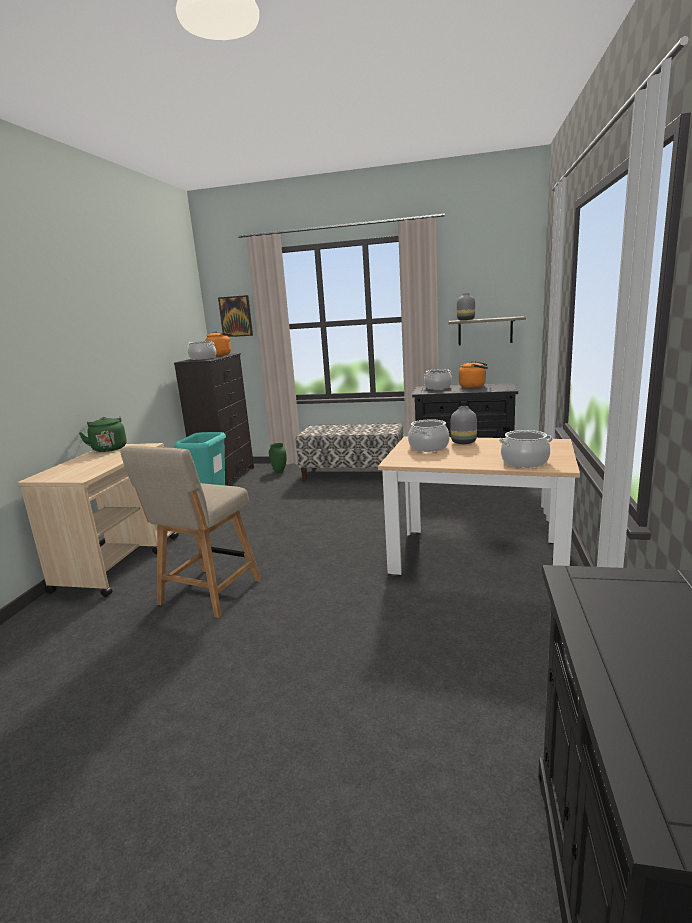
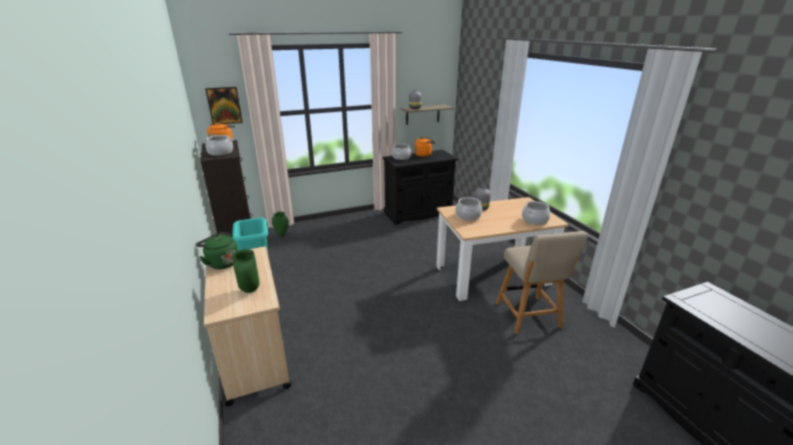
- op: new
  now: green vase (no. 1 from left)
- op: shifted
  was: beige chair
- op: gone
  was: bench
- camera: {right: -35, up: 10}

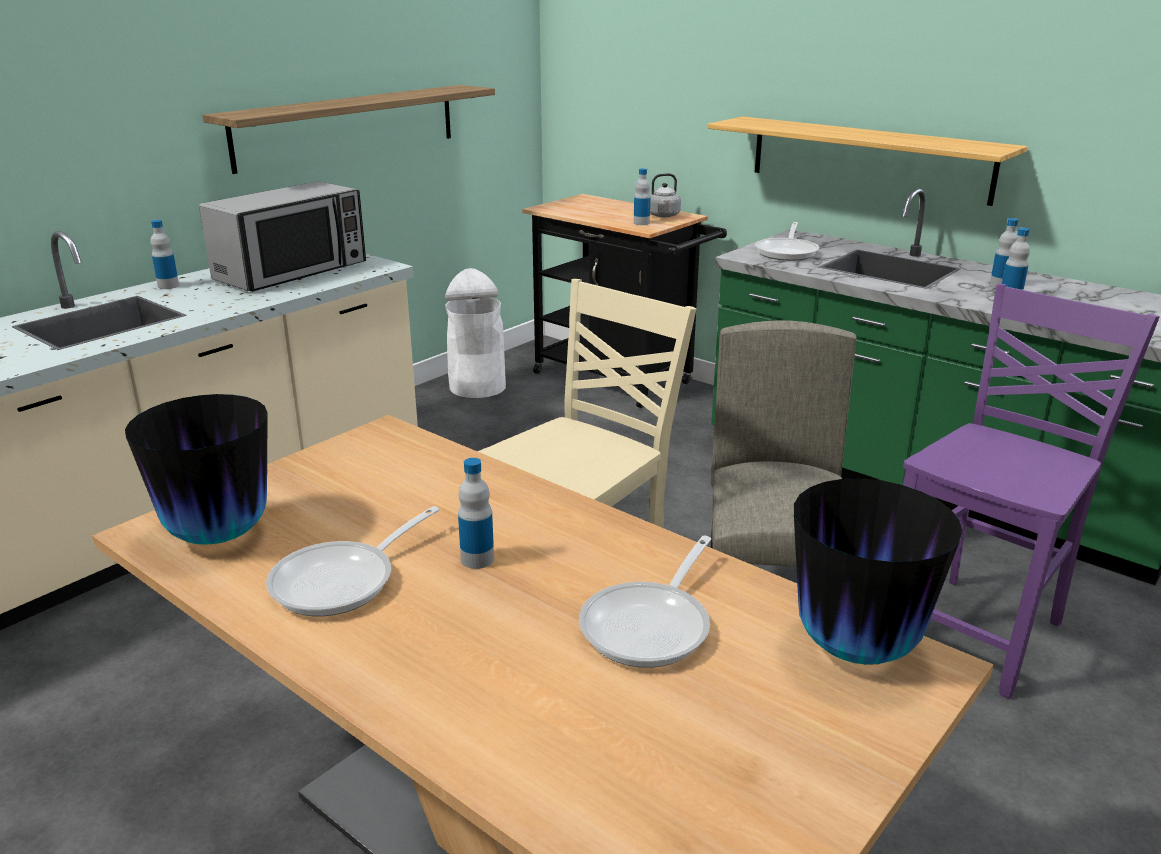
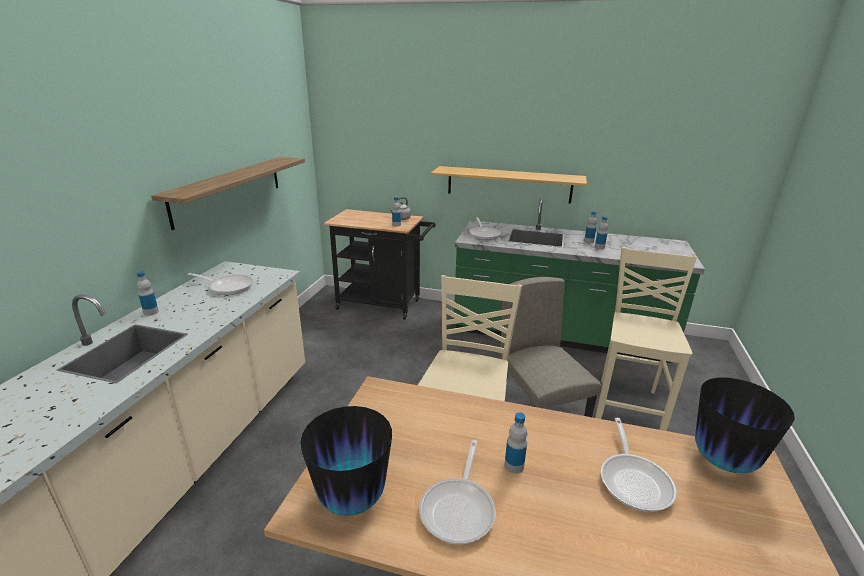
- op: swapped
  was: microwave
  now: frying pan (no. 1 from left)
- op: repainted
  was: purple chair
  now: beige chair (no. 3 from left)
- op: gone
  was: white trash can
- camera: {right: -25, up: 0}

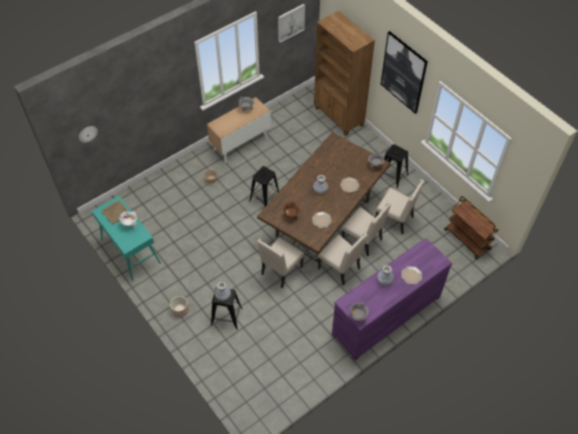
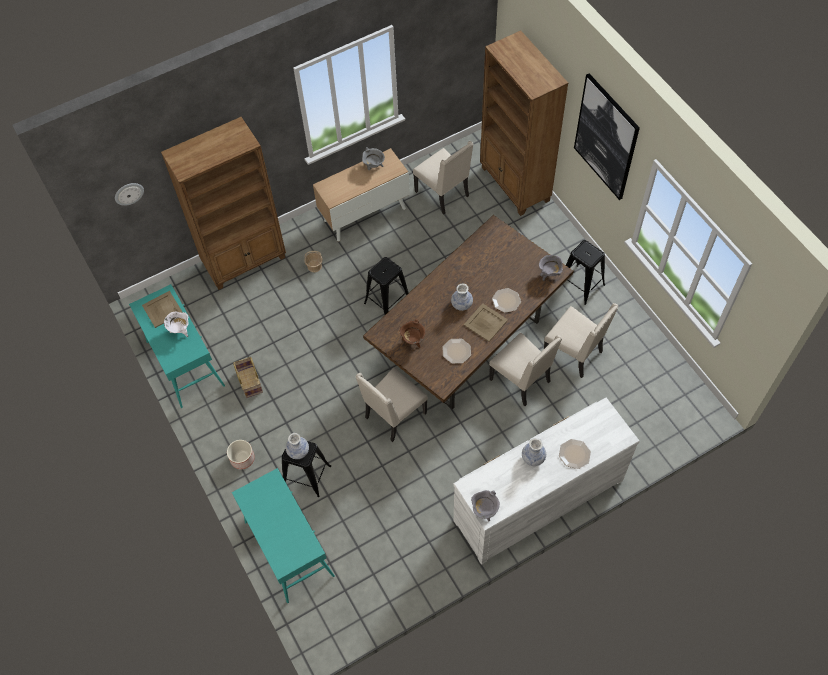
- op: new
  now: brown bookcase (no. 1 from left)
- op: new
  now: turquoise console table (no. 2 from left)
- op: new
  now: basket (no. 1 from left)
- op: shifted
  was: beige chair (no. 2 from left)
- op: repainted
  was: purple dresser
  now: white dresser
- op: new
  now: beige tray (no. 2 from left)
- op: gone
  was: picture (no. 1 from left)
- op: gone
  was: brown cart
- camera: {right: 10, up: 5}

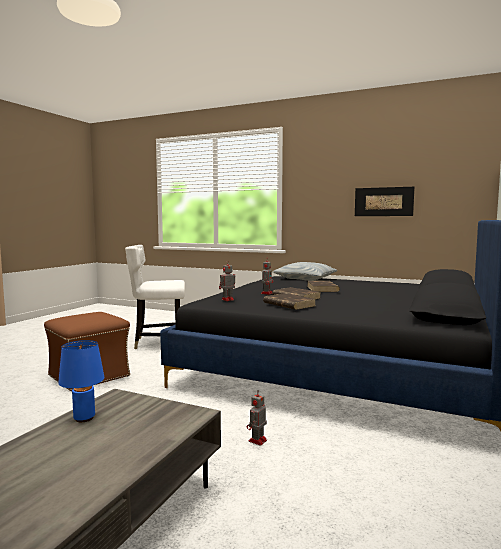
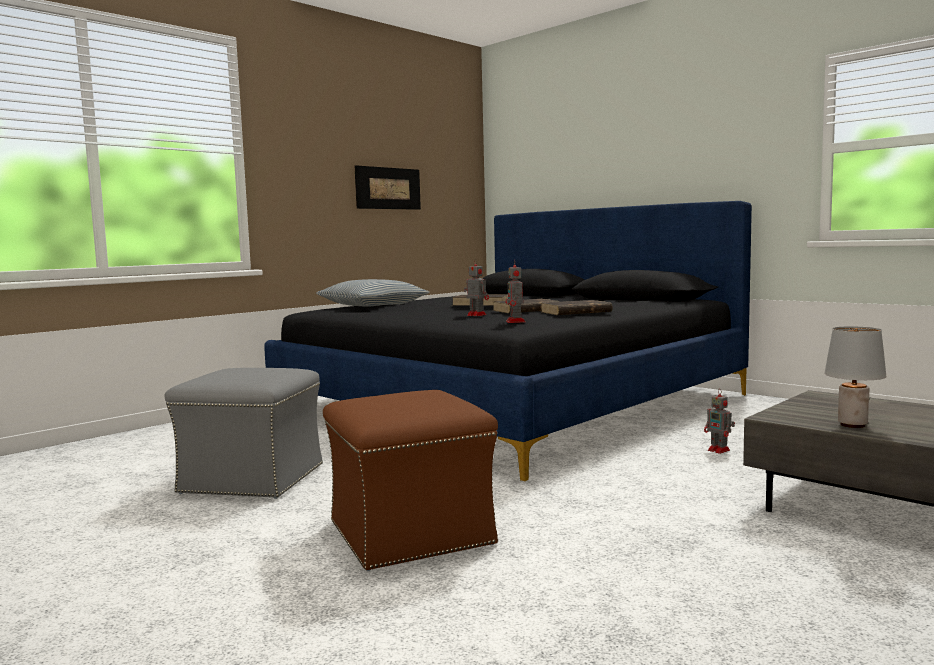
- op: swapped
  was: white chair
  now: grey ottoman
- op: repainted
  was: blue table lamp
  now: grey table lamp
- camera: {right: -70, up: 0}

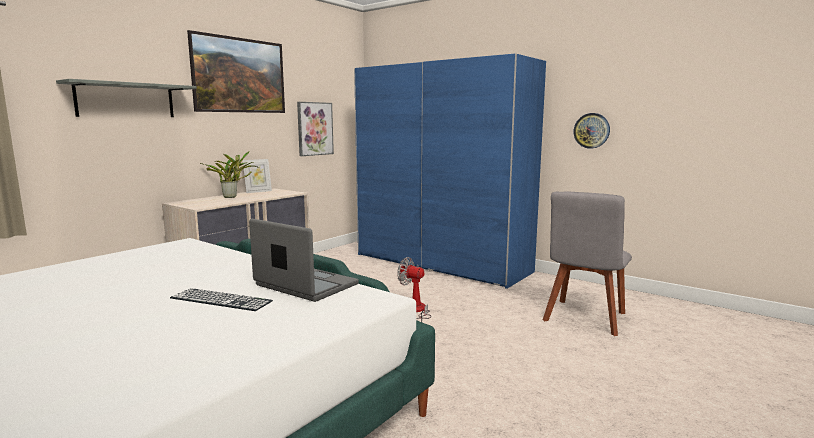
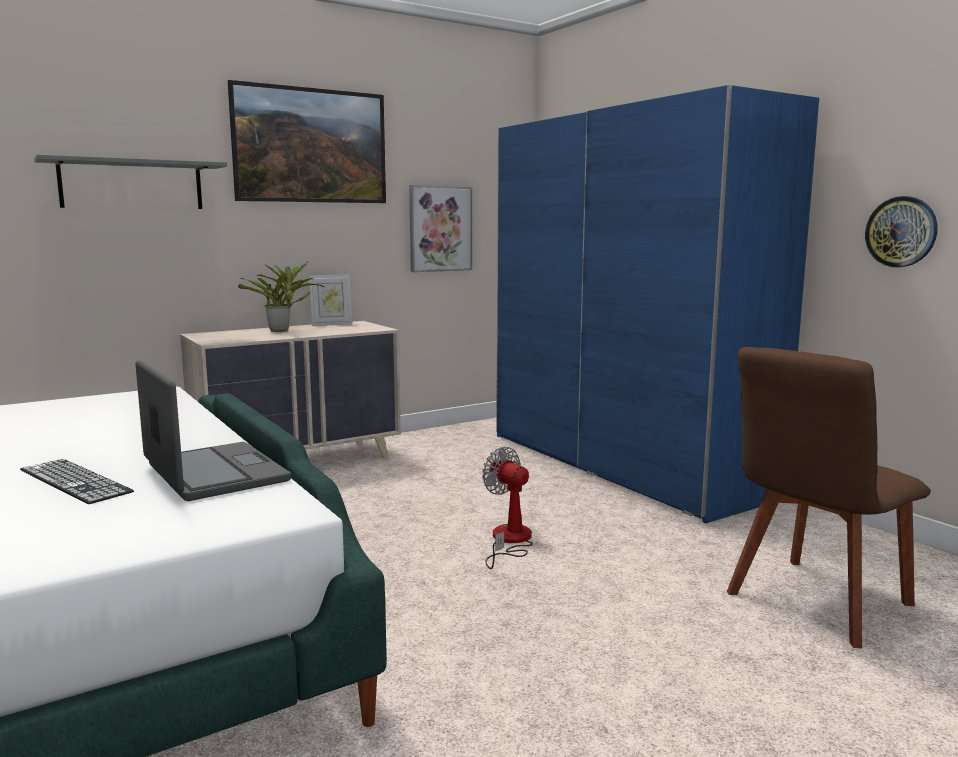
- op: repainted
  was: grey chair
  now: brown chair
- camera: {right: 20, up: 0}

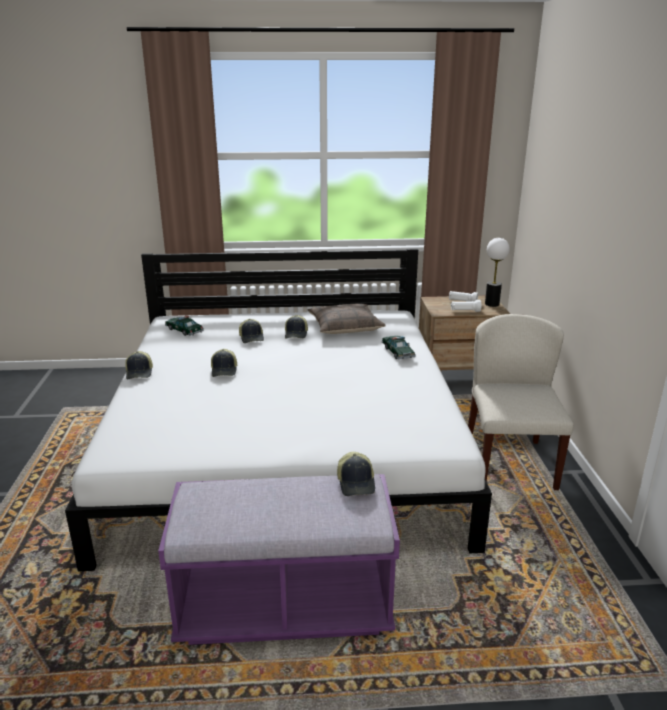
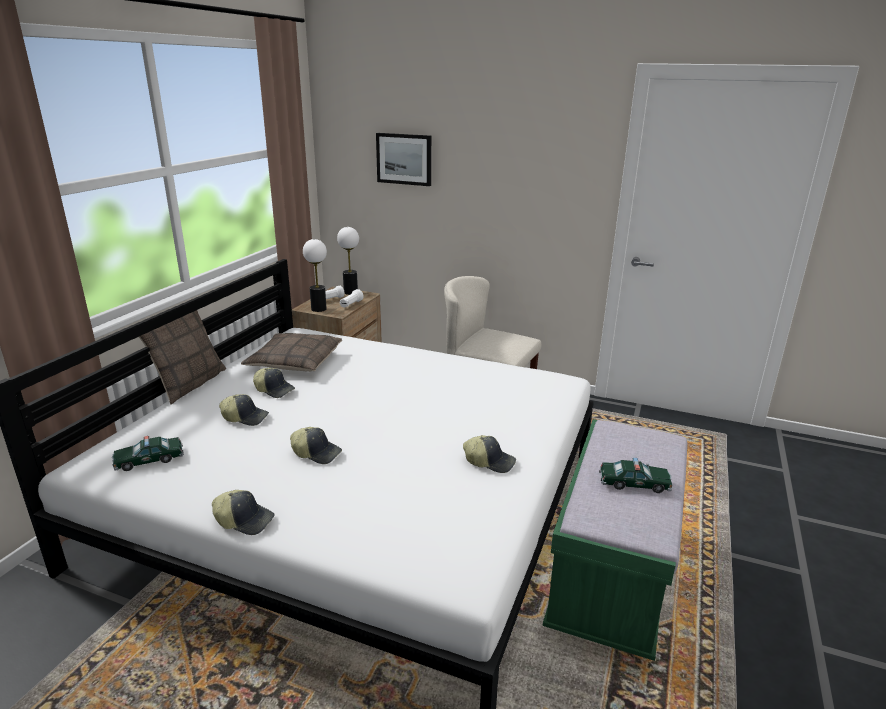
- op: new
  now: pillow (no. 1 from left)
- op: new
  now: table lamp (no. 1 from left)
- op: new
  now: picture
- op: shifted
  was: cap (no. 5 from left)
- op: repainted
  was: purple bench
  now: green bench
- op: shifted
  was: toy car (no. 2 from left)
- camera: {right: -65, up: 0}

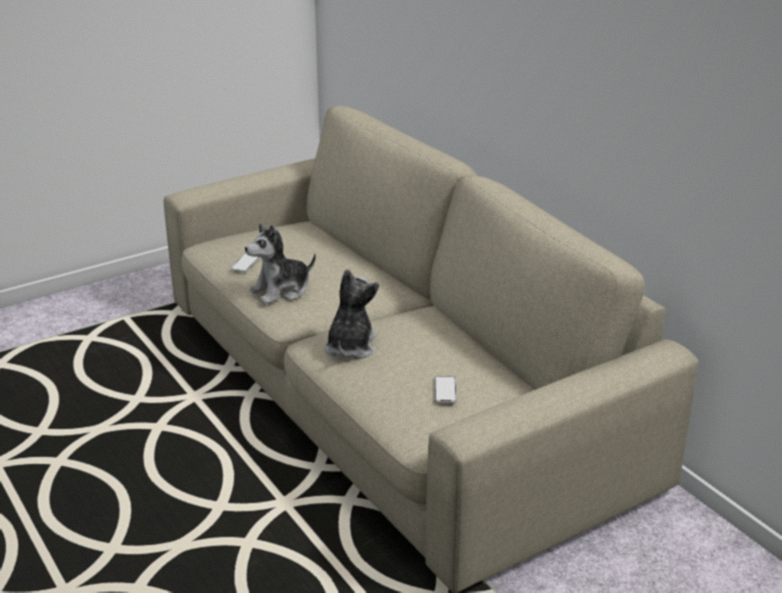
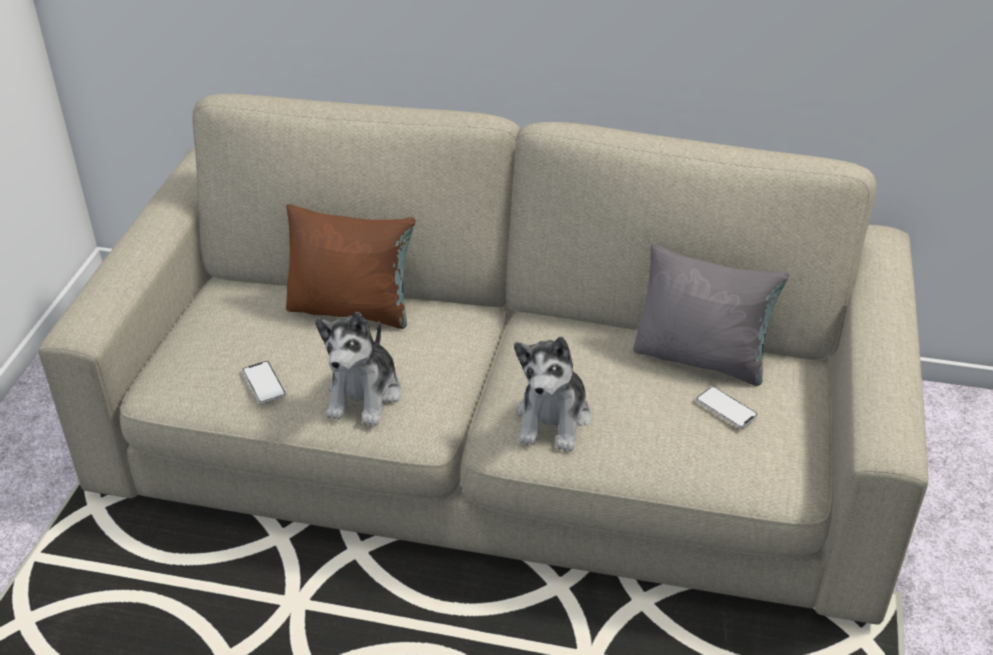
- op: new
  now: brown pillow
- op: rotated
  was: plush toy (no. 2 from left)
  clockwise: -135
- op: new
  now: grey pillow
- camera: {right: -45, up: 10}

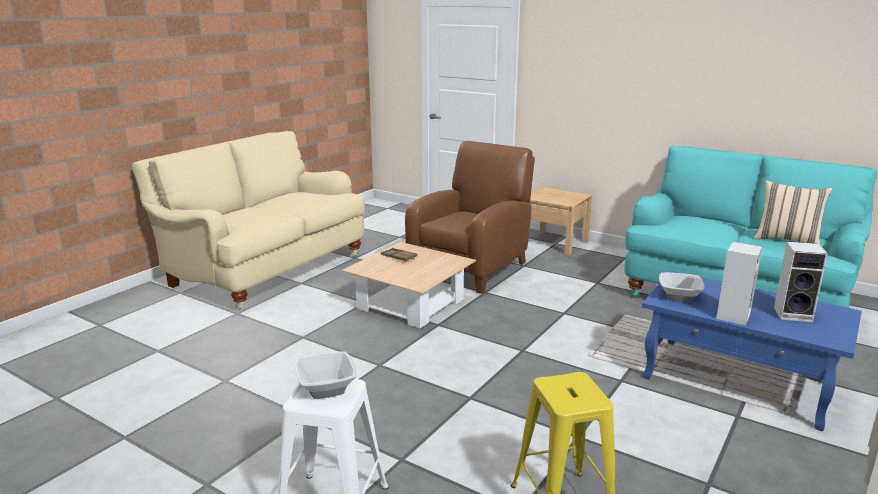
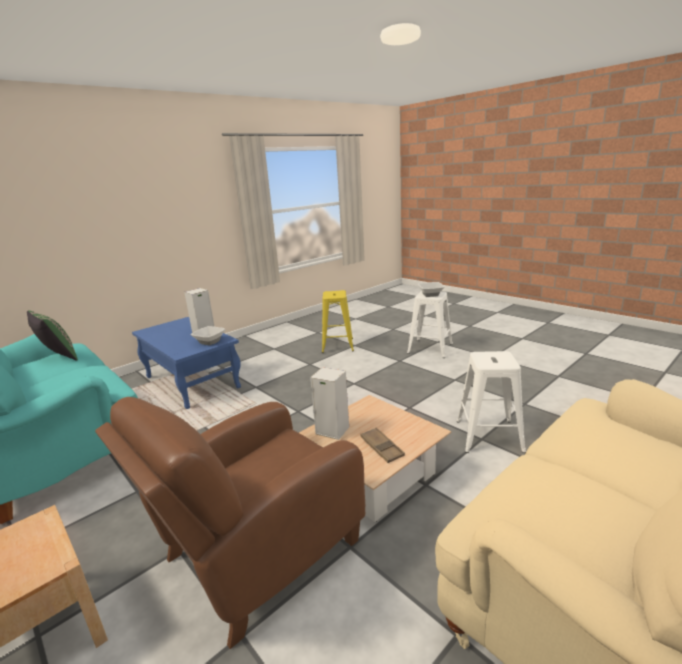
- op: repainted
  was: beige pillow
  now: green pillow
- op: shifted
  was: speaker (no. 2 from left)
- op: new
  now: white stool (no. 2 from left)
- camera: {right: -165, up: 0}

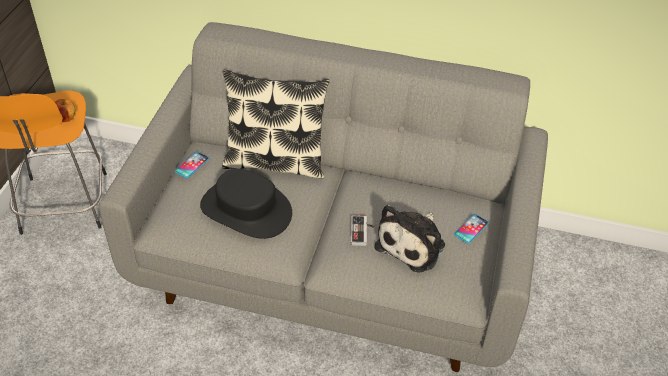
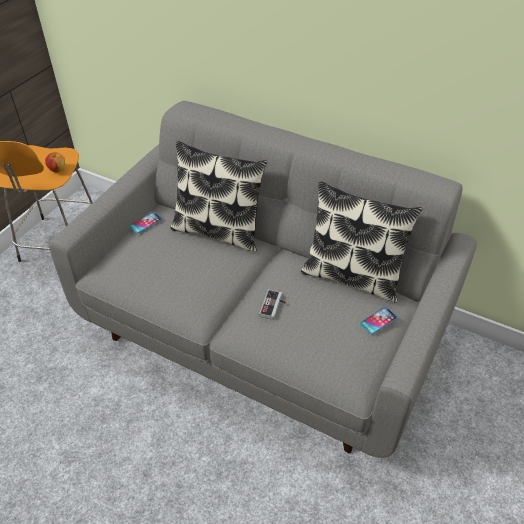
- op: new
  now: pillow (no. 2 from left)
- op: gone
  was: black hat
- op: gone
  was: plush toy
- camera: {right: 15, up: 0}

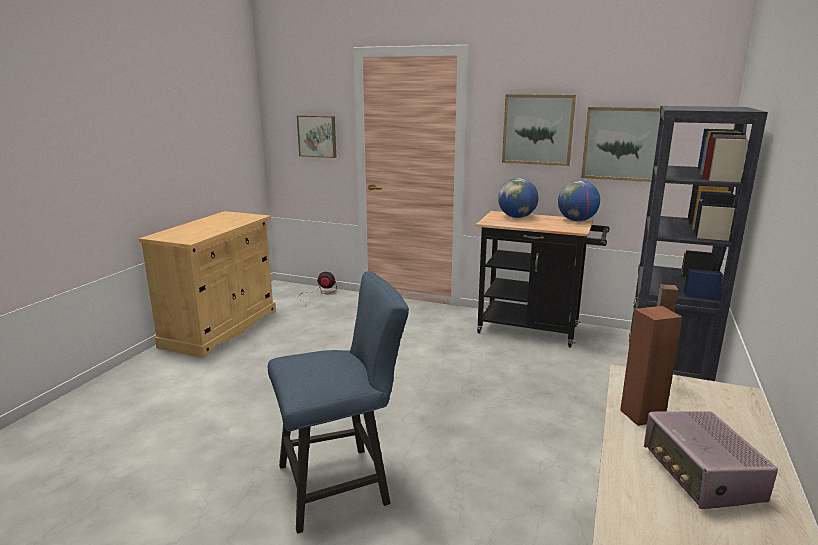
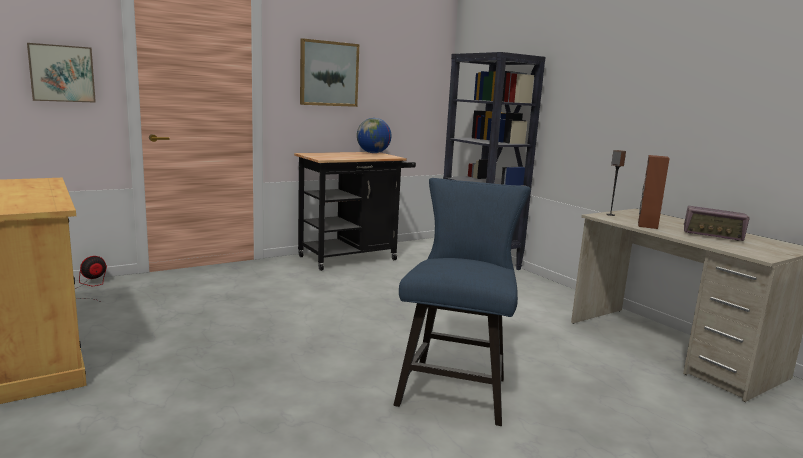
- op: gone
  was: globe (no. 1 from left)
- op: gone
  was: picture (no. 3 from left)
- camera: {right: -55, up: -5}

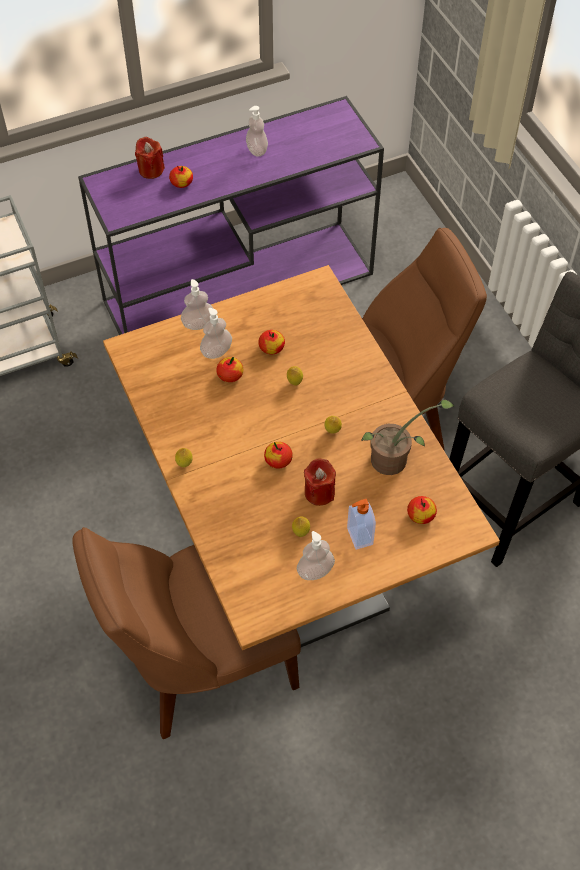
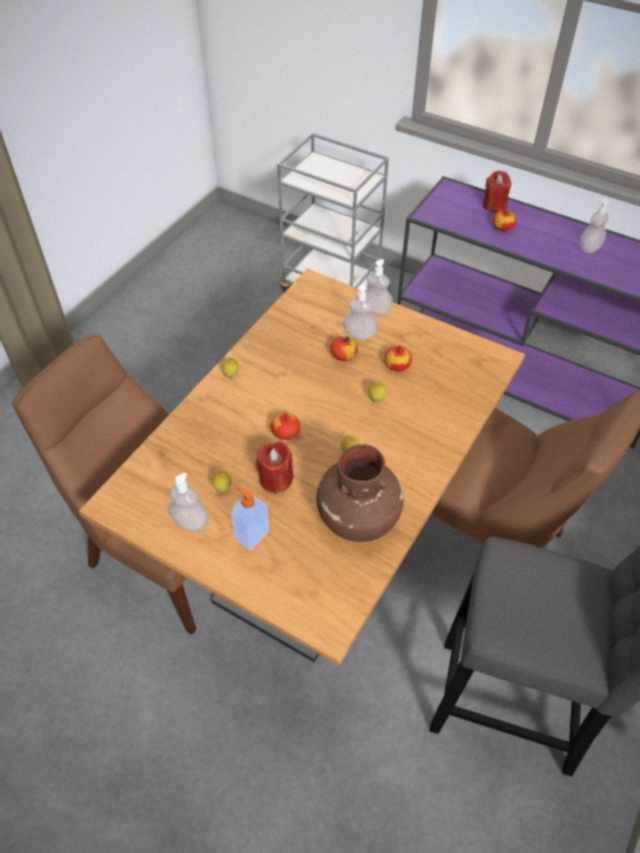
- op: swapped
  was: potted plant
  now: brown vase
- op: gone
  was: apple (no. 5 from left)
- camera: {right: 55, up: -5}

